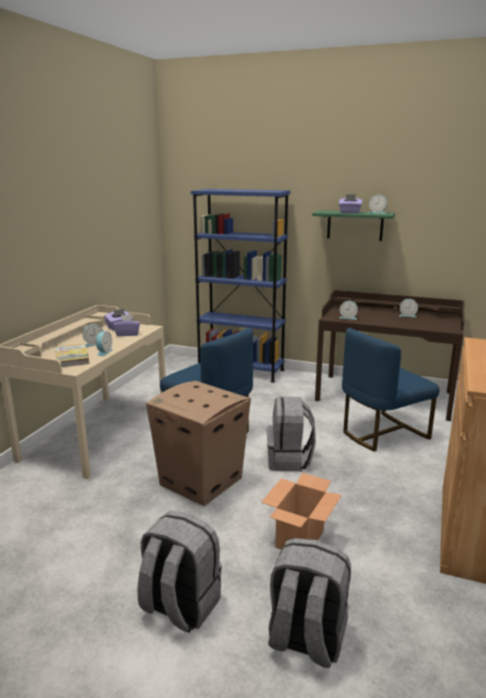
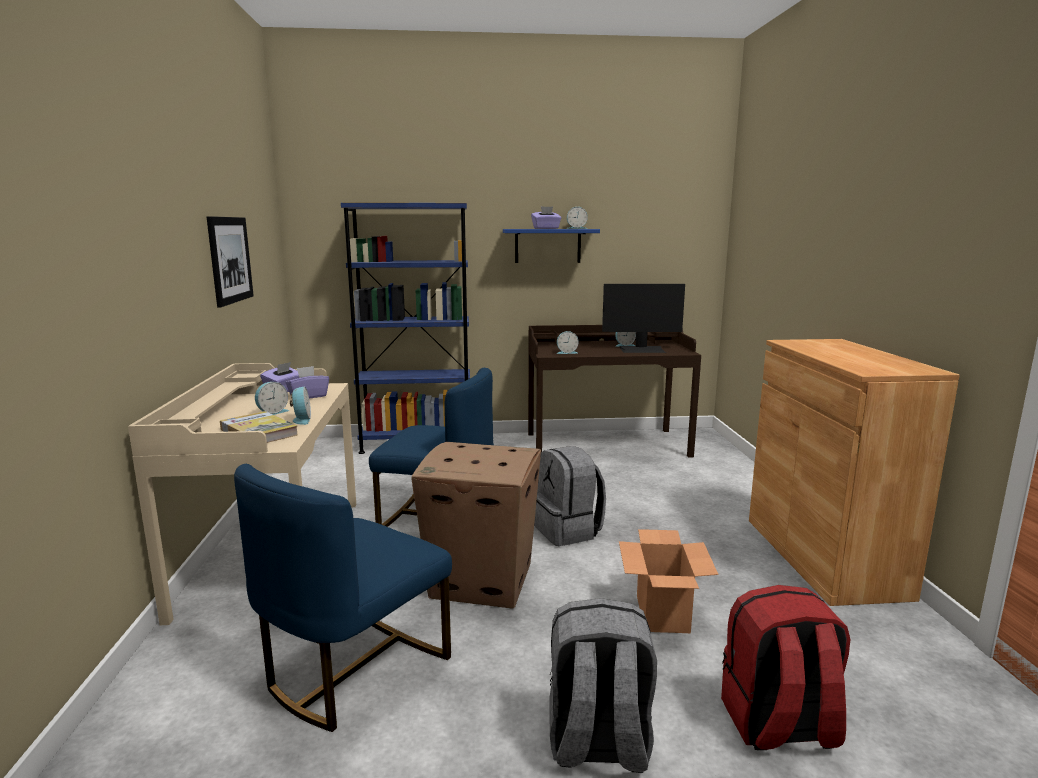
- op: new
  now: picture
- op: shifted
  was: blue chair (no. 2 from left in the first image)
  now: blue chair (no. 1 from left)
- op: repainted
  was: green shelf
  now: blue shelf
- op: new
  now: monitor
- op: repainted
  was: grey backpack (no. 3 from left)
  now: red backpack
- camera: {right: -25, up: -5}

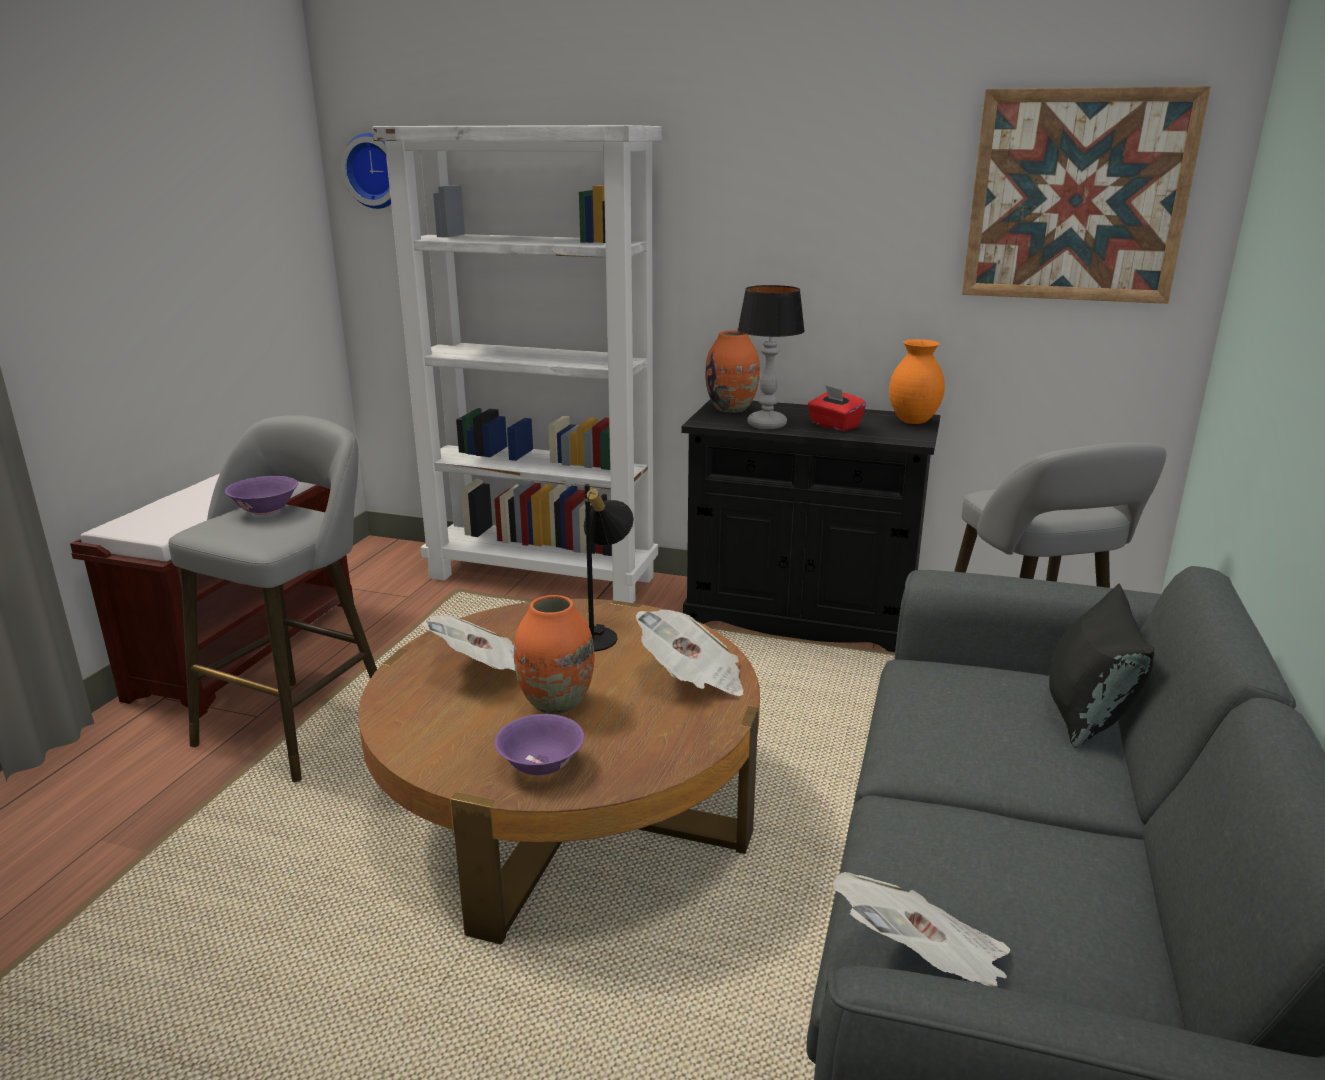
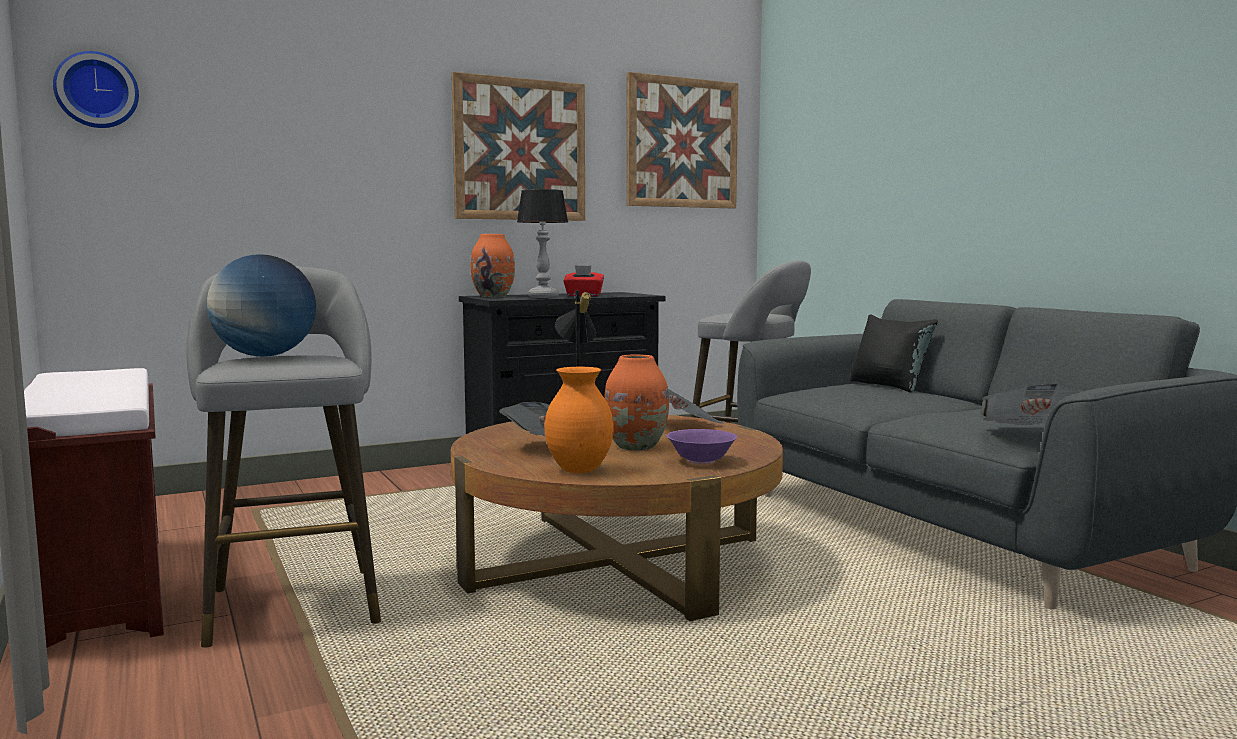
- op: swapped
  was: purple bowl (no. 1 from left)
  now: globe
- op: new
  now: picture (no. 1 from left)
- op: shifted
  was: orange vase (no. 3 from left in the first image)
  now: orange vase (no. 2 from left)
- op: gone
  was: white bookcase
- camera: {right: -45, up: -15}

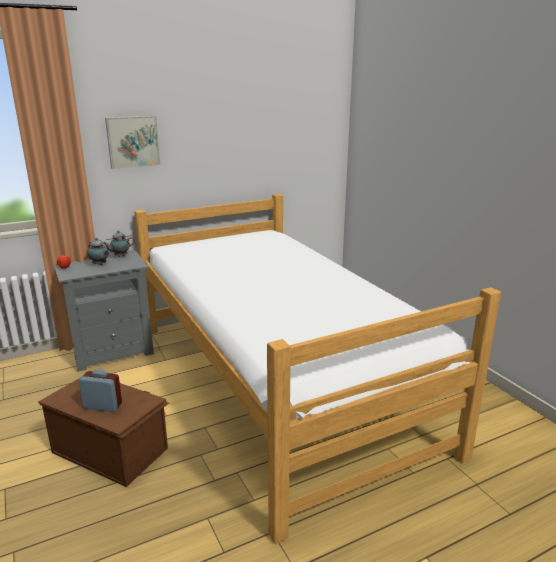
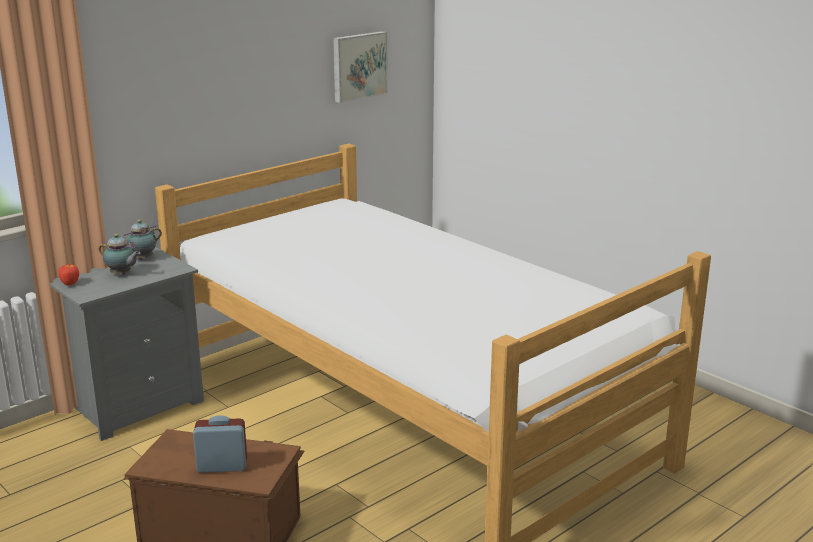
- op: shifted
  was: picture
- camera: {right: -15, up: 0}

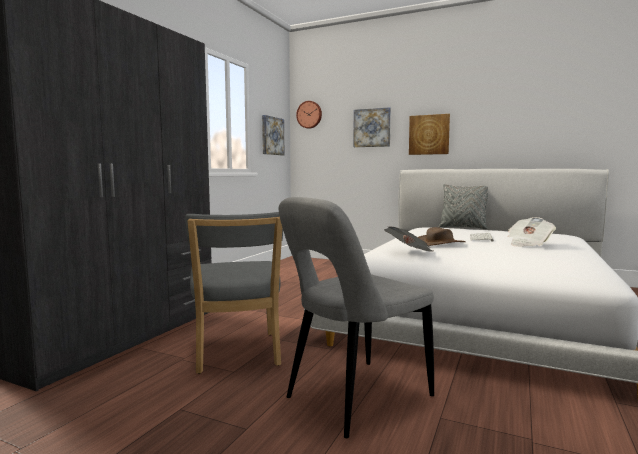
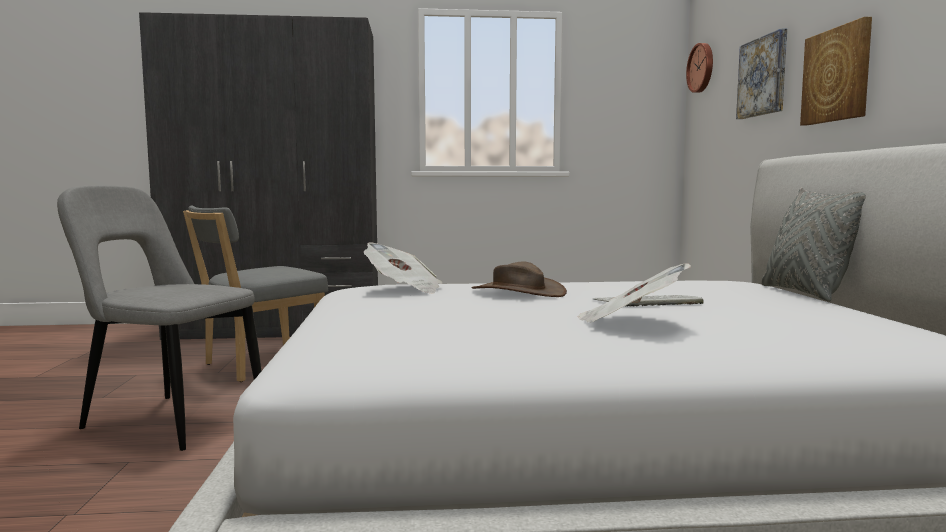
- op: gone
  was: picture (no. 1 from left)
- camera: {right: 60, up: 0}

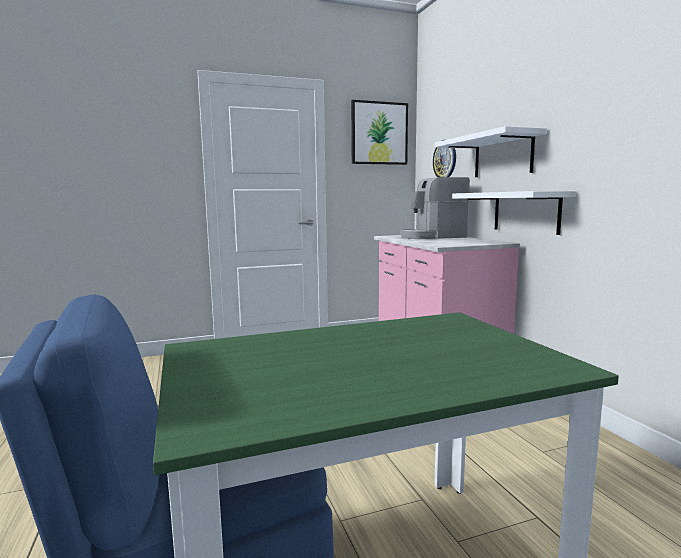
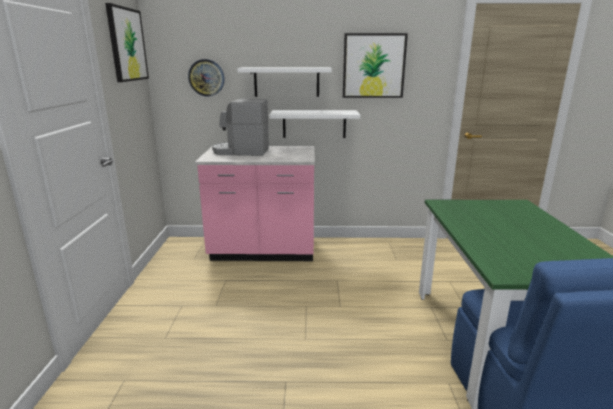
- op: rotated
  was: coffee machine
  clockwise: 90
- op: new
  now: picture (no. 2 from left)
- camera: {right: -70, up: 10}

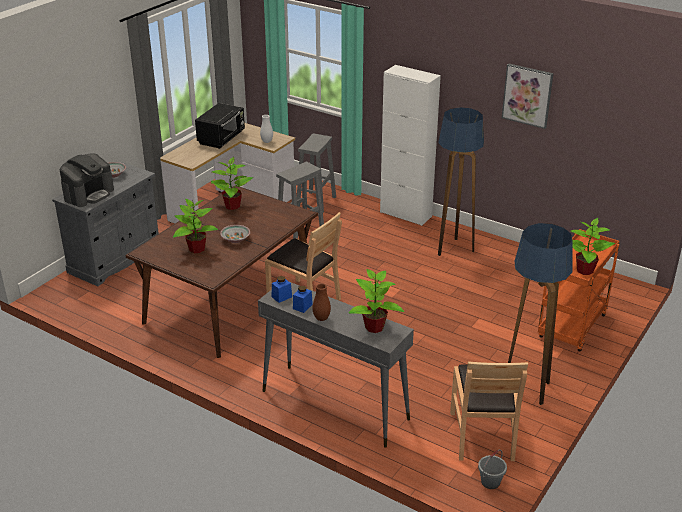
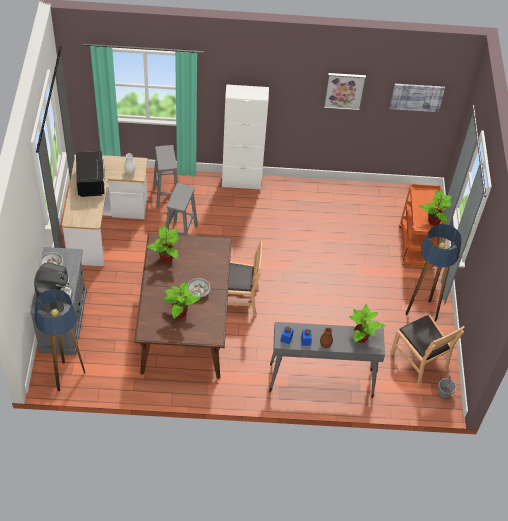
- op: shifted
  was: floor lamp (no. 1 from left)
- op: new
  now: picture (no. 2 from left)
- camera: {right: -35, up: 20}

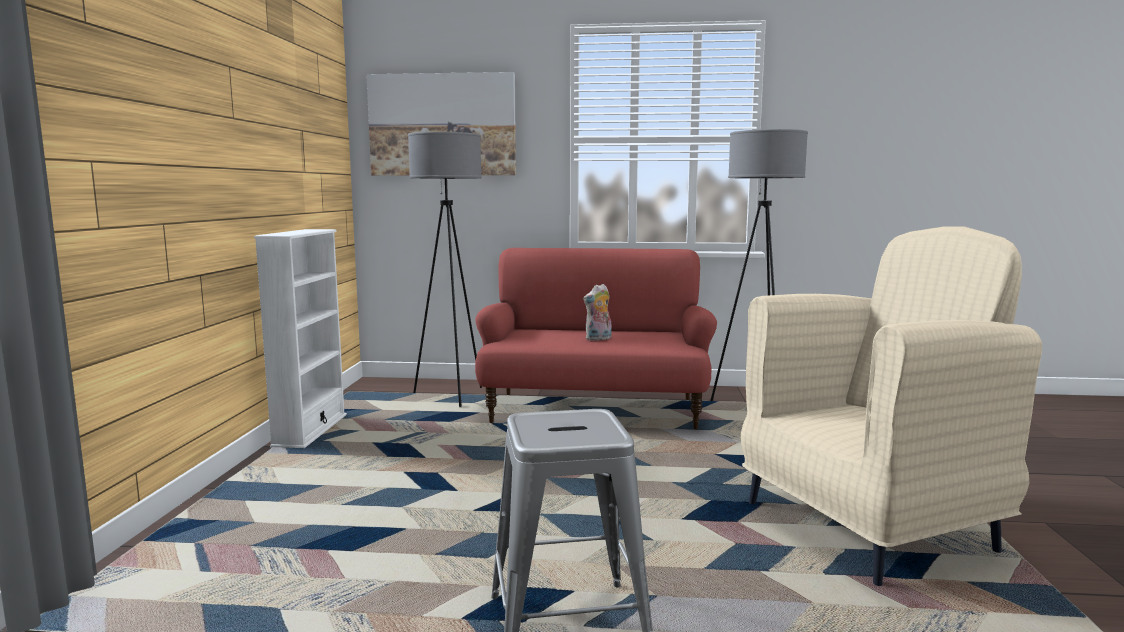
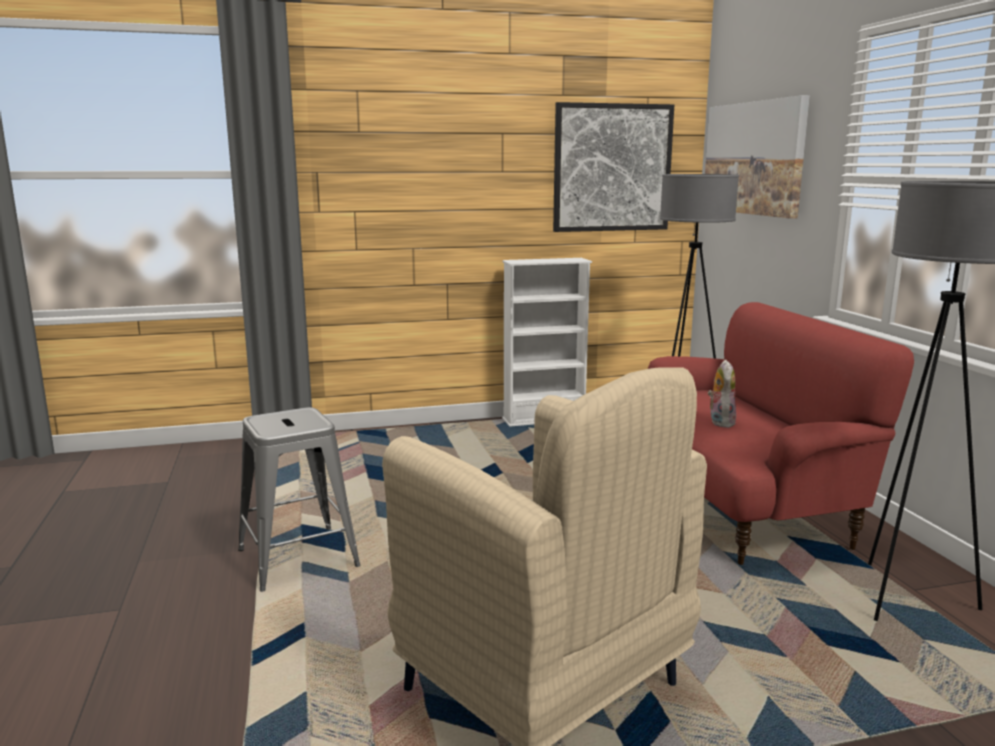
- op: new
  now: picture (no. 1 from left)
- op: rotated
  was: plush toy
  clockwise: 60
- camera: {right: 70, up: 5}

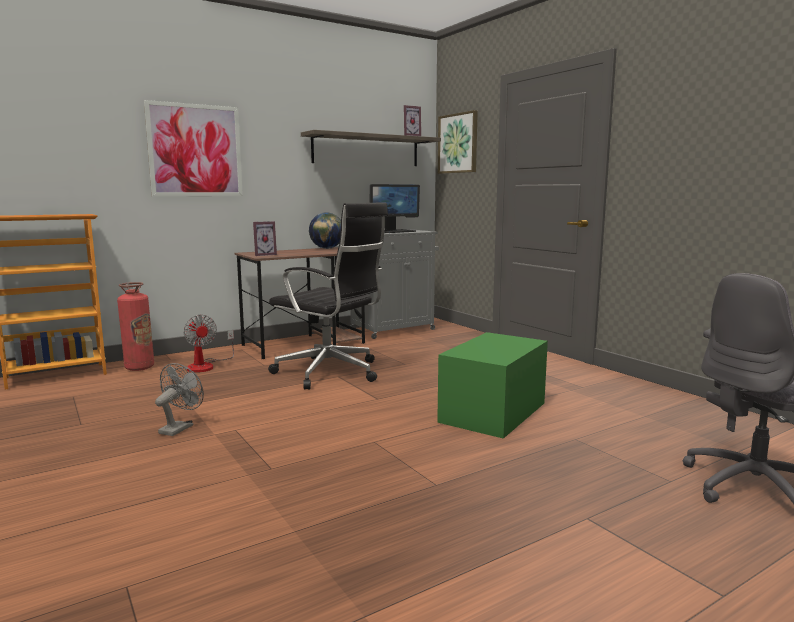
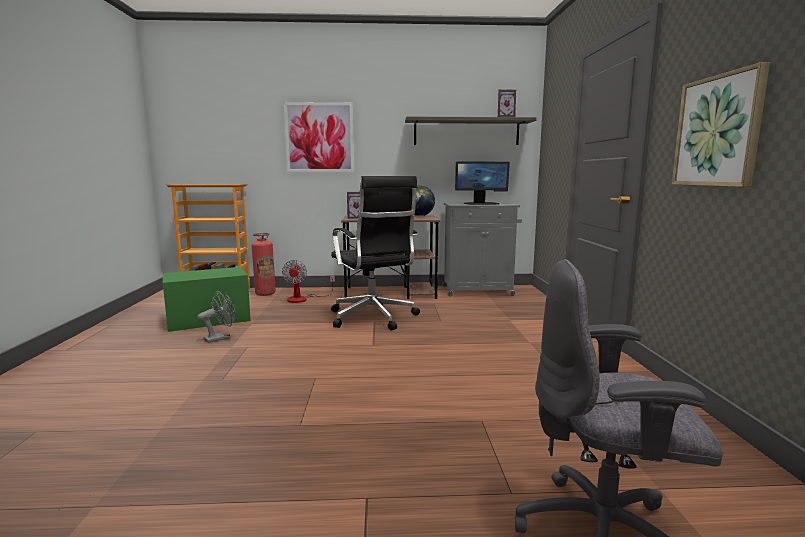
- op: shifted
  was: green storage box
- op: shifted
  was: picture (no. 2 from left)
- camera: {right: 30, up: 0}

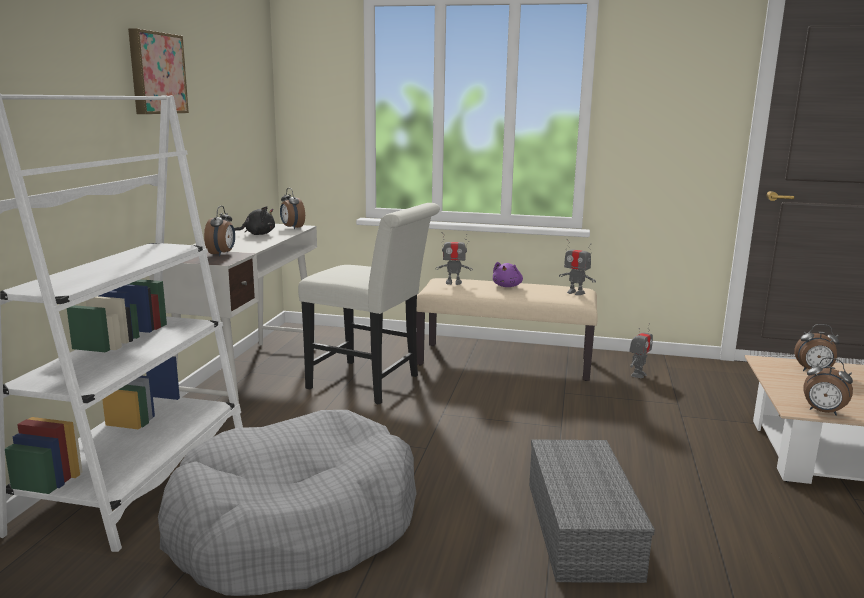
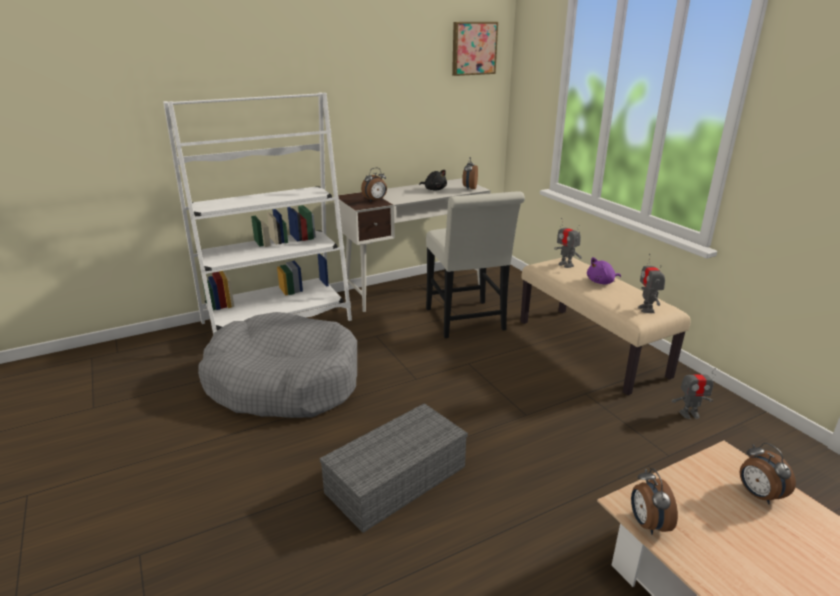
- op: shifted
  was: picture
- camera: {right: 50, up: 10}

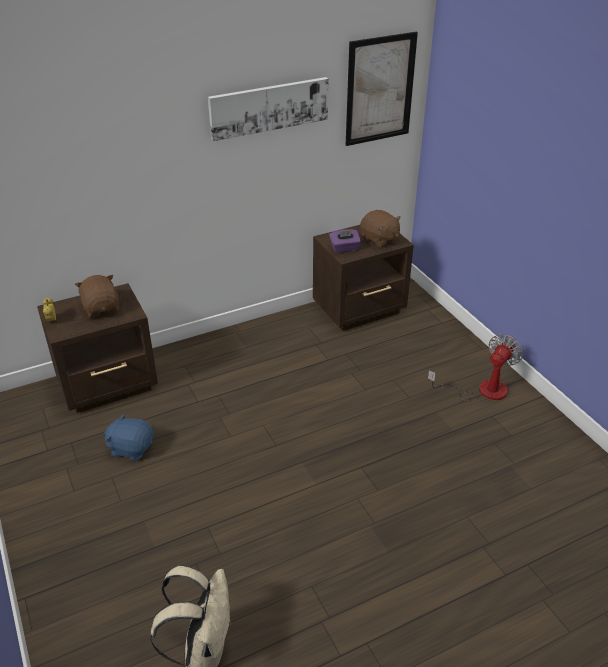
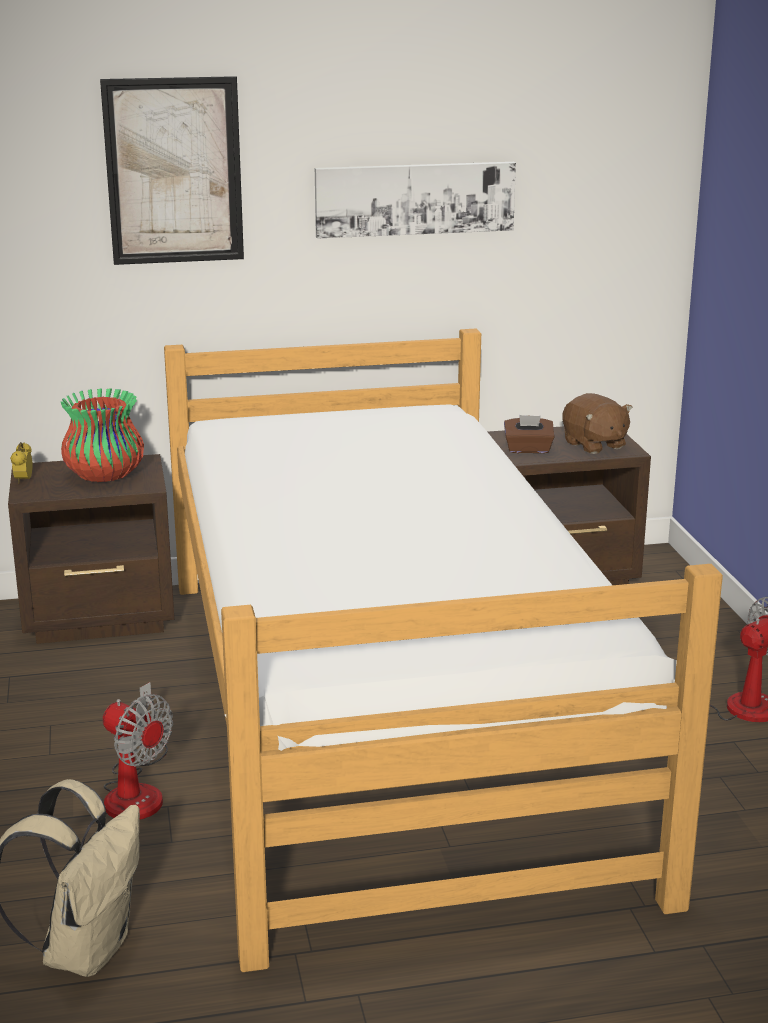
- op: swapped
  was: brown plush toy (no. 1 from left)
  now: vase
- op: shifted
  was: picture (no. 2 from left in the first image)
  now: picture (no. 1 from left)
- op: new
  now: fan (no. 1 from left)
- op: new
  now: bed
- op: repainted
  was: purple tissue box
  now: brown tissue box
- op: gone
  was: blue plush toy
- camera: {right: 15, up: -15}

